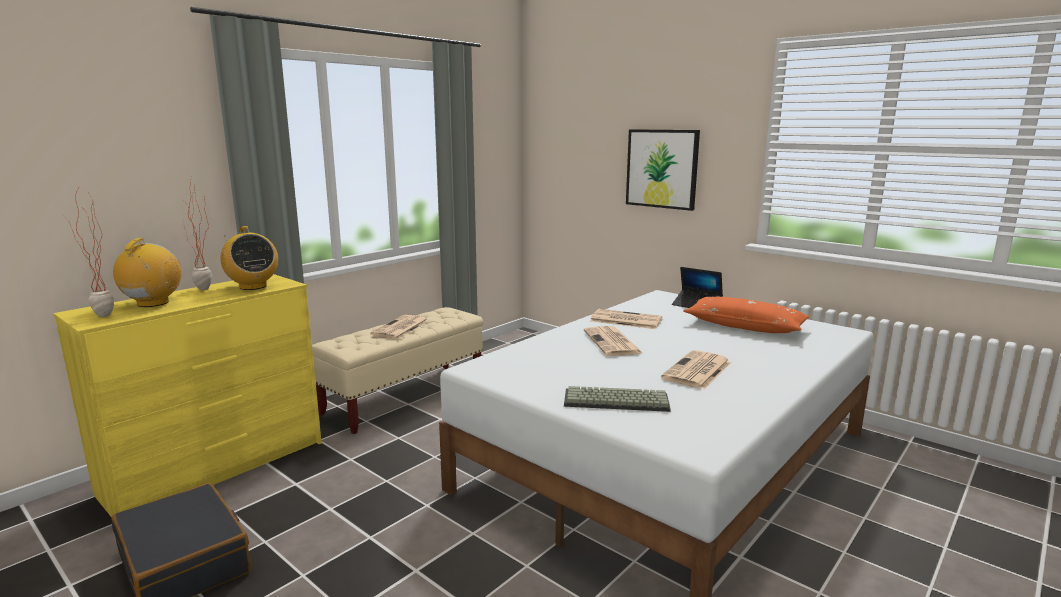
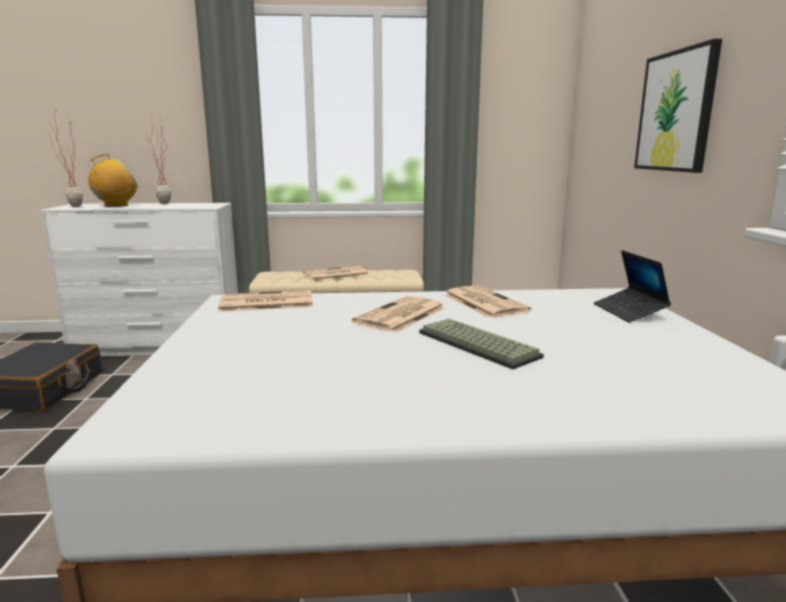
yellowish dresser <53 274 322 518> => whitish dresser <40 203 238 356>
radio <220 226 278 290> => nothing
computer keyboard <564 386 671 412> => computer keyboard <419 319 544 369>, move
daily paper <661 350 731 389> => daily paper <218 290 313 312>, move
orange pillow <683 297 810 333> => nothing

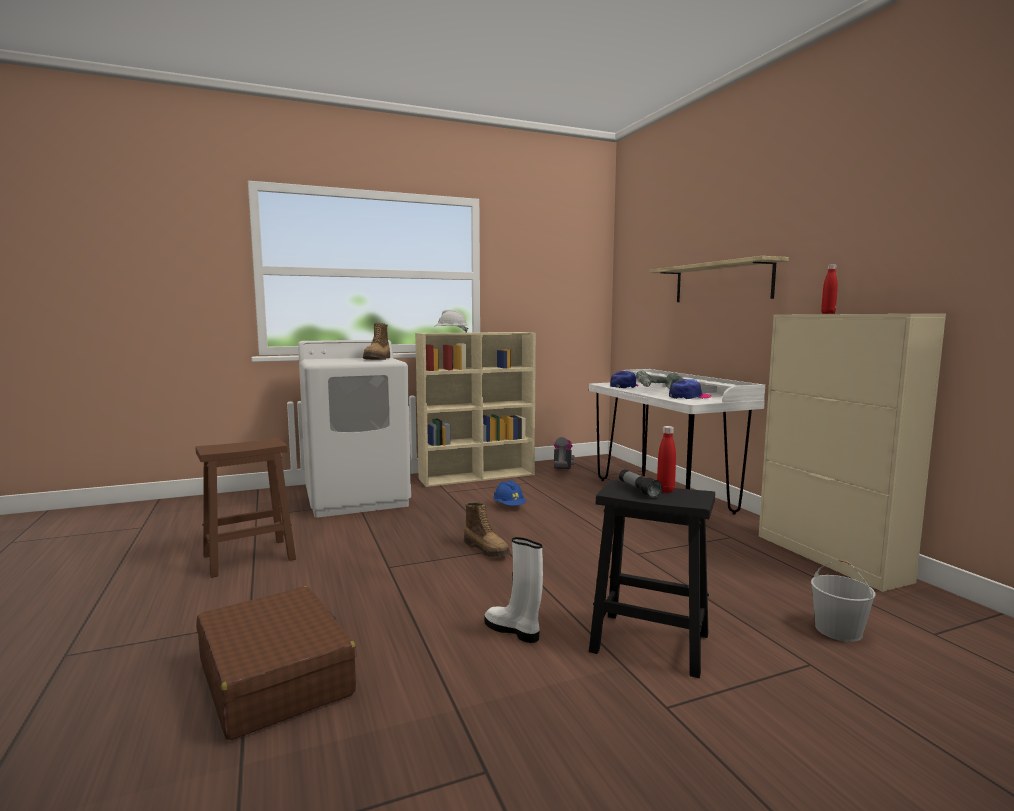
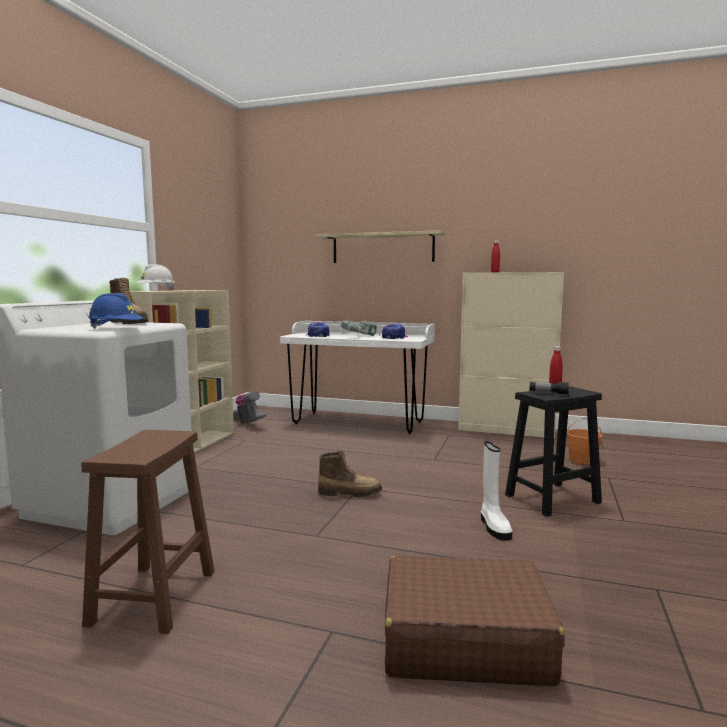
whitish high-top boot <485 537 543 643> => whitish high-top boot <481 442 512 541>, 90 degrees counterclockwise
blue safety helmet <493 481 526 506> => blue safety helmet <88 293 143 328>, move
whitish water bucket <811 560 875 642> => orange water bucket <567 417 602 464>

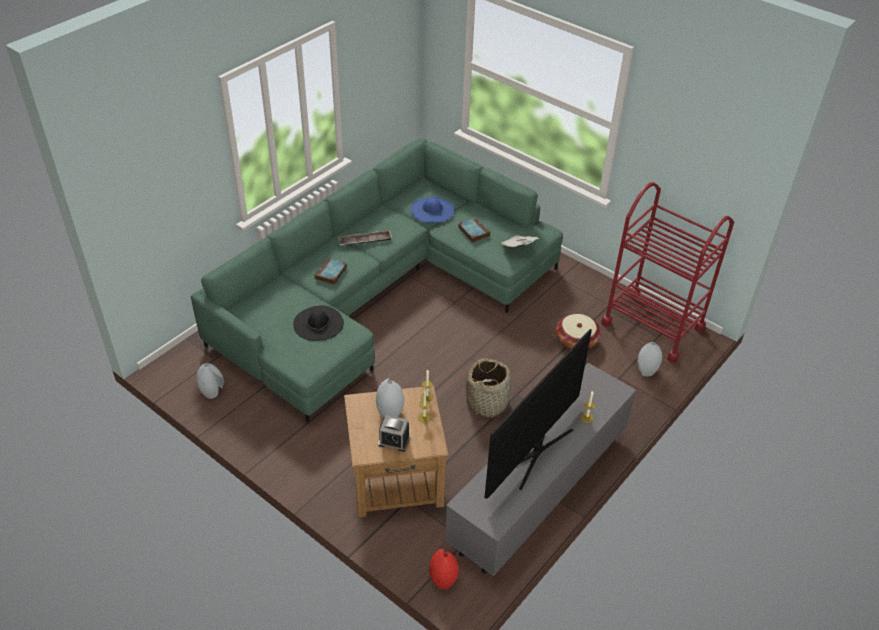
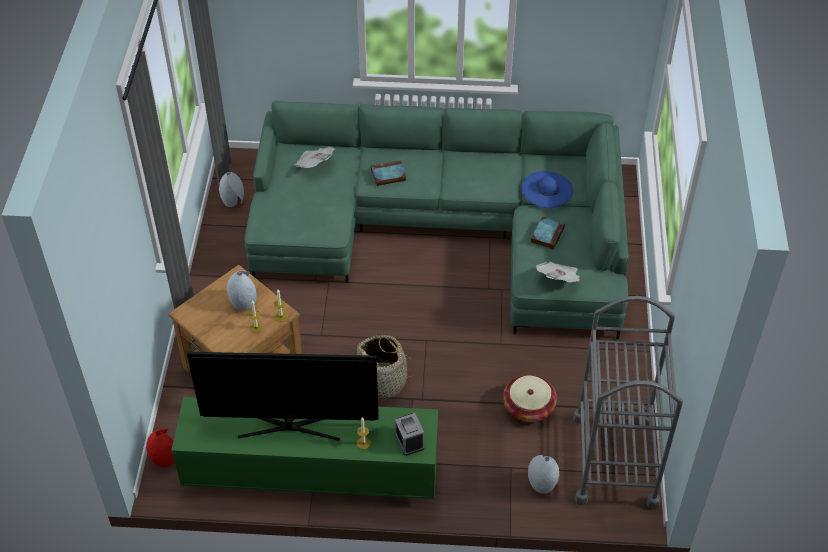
blackish hat <293 305 344 341> => nothing
serving tray <338 229 392 246> => nothing
bedside clock <378 415 410 452> => bedside clock <395 413 424 456>, move
gray media console <445 363 636 576> => green-coloured media console <171 397 438 499>
reddish cart <601 182 734 363> => gray cart <573 296 683 509>
nothing => daily paper <294 147 335 168>

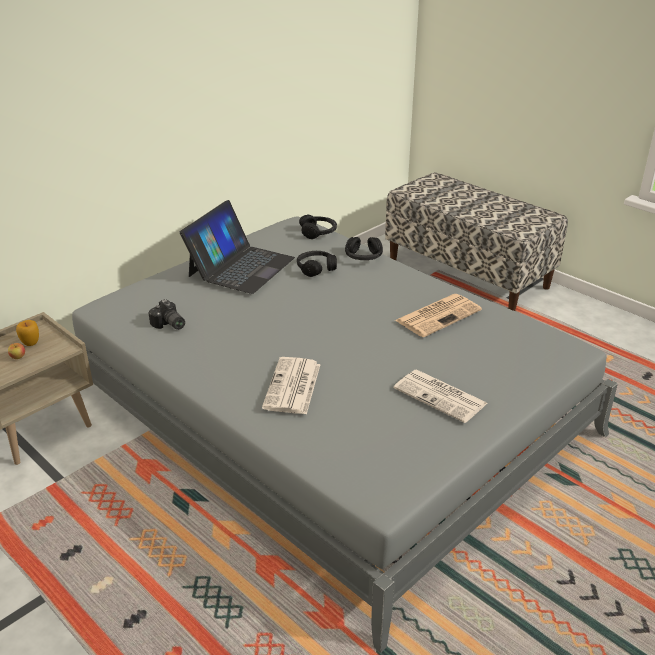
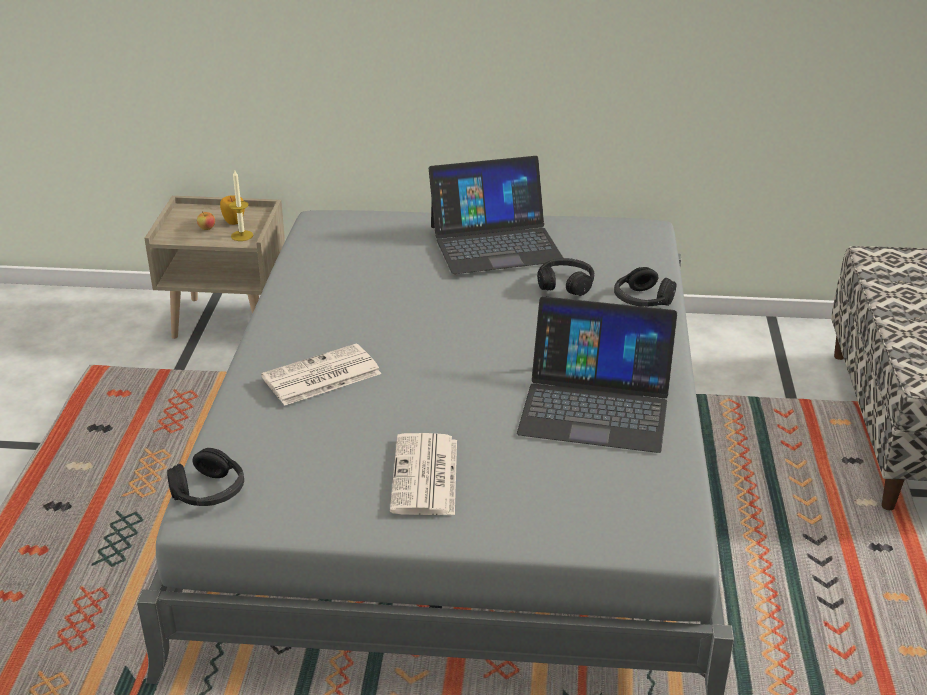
photo camera <148 299 185 330> => nothing
blackish headset <299 214 337 239> => blackish headset <167 448 244 506>, move
daily paper <395 294 482 337> => portable computer <517 296 677 453>
nothing => candle <229 170 253 241>

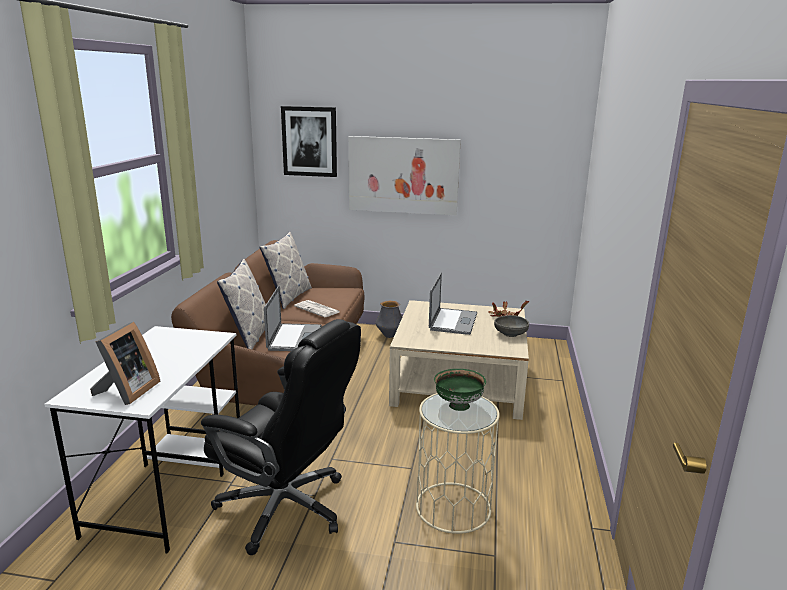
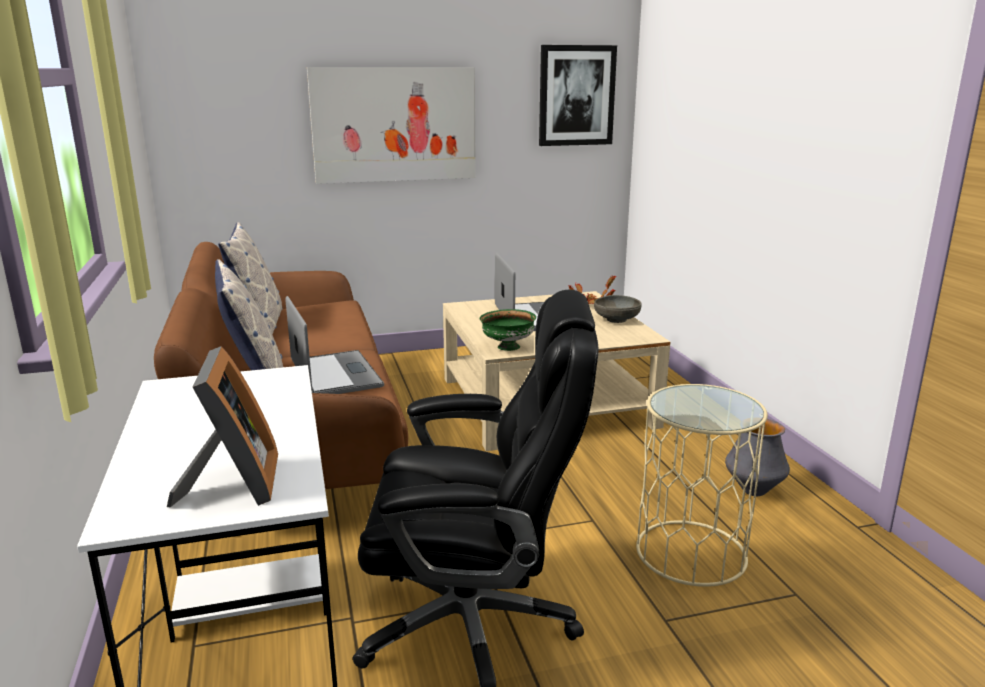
wall picture <281 106 337 177> => wall picture <539 45 617 146>, move
daily paper <294 300 339 317> => nothing
vase <375 301 402 338> => vase <725 419 790 496>, move
green-coloured deep dish <434 369 486 411> => green-coloured deep dish <480 309 536 351>, move

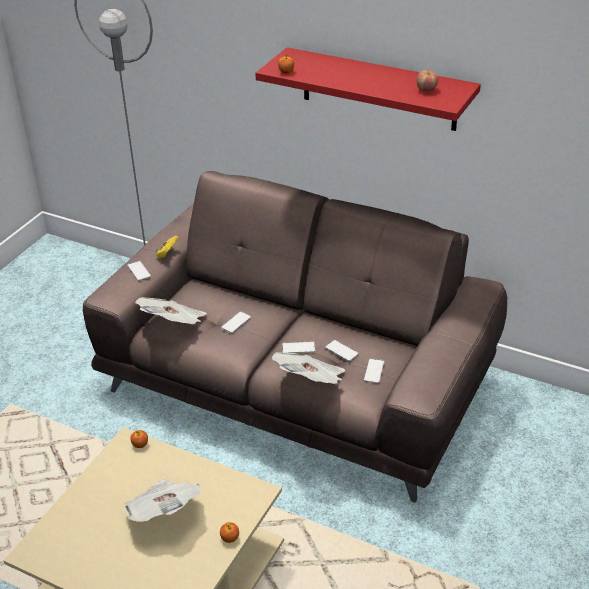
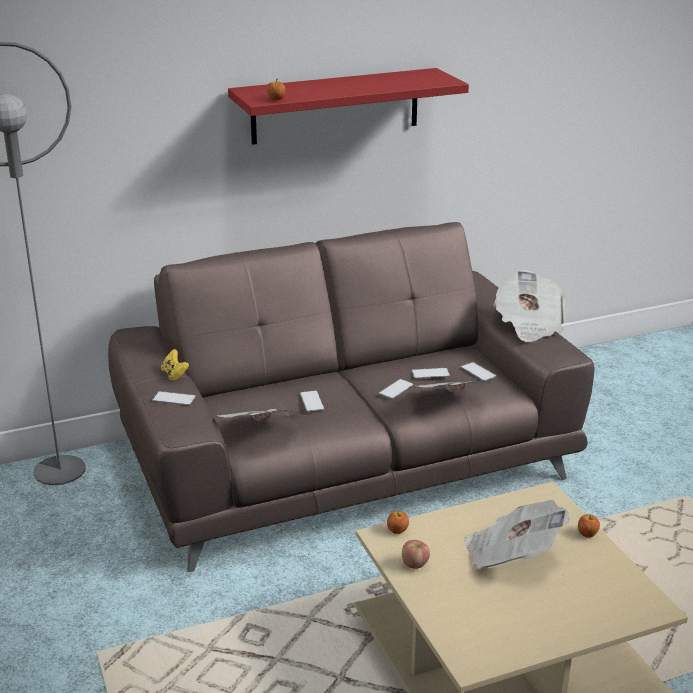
apple <417 70 439 92> => apple <402 540 430 569>, move
nothing => daily paper <494 270 565 342>

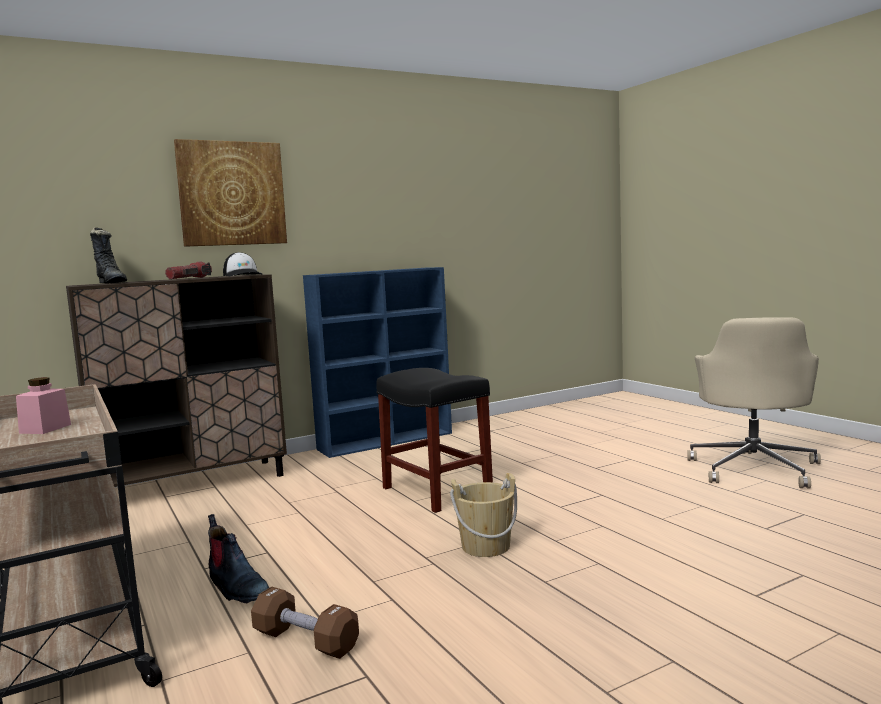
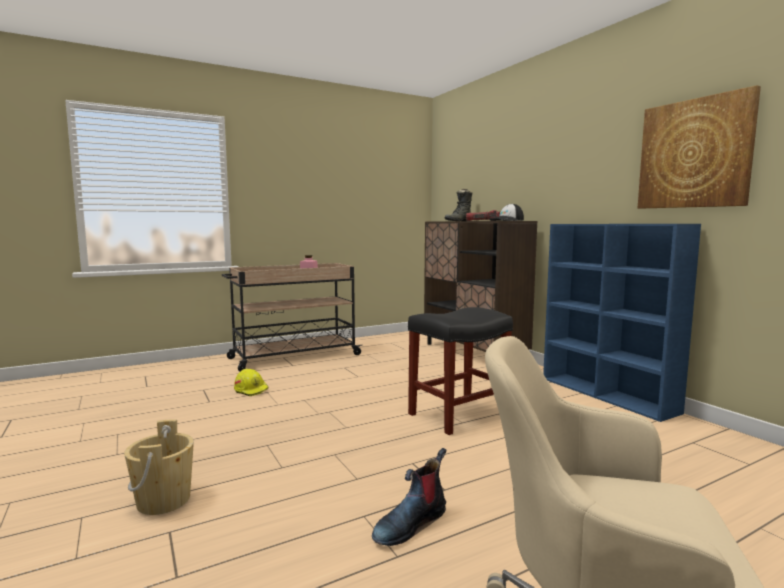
wall picture <174 139 287 247> => wall picture <638 85 761 208>, move
high-top boot <208 514 269 603> => high-top boot <372 448 446 546>, move
brownish free weight <251 587 359 659> => yellowish safety helmet <234 369 269 396>
beige water bucket <450 473 517 557> => beige water bucket <124 419 194 515>, move

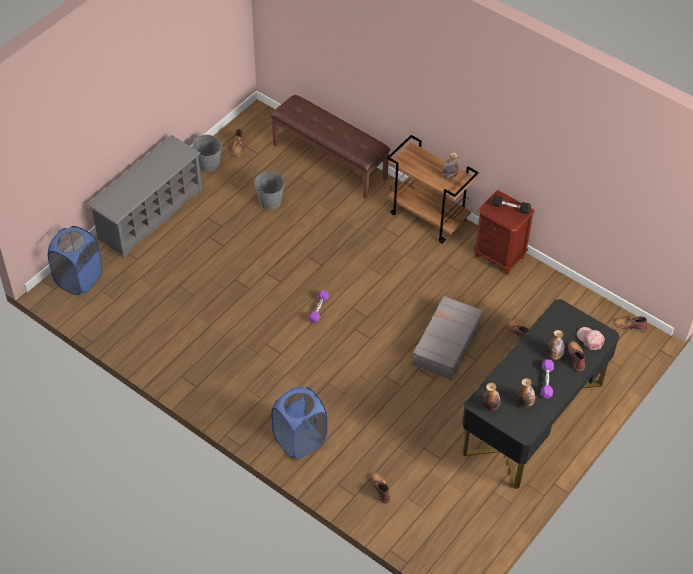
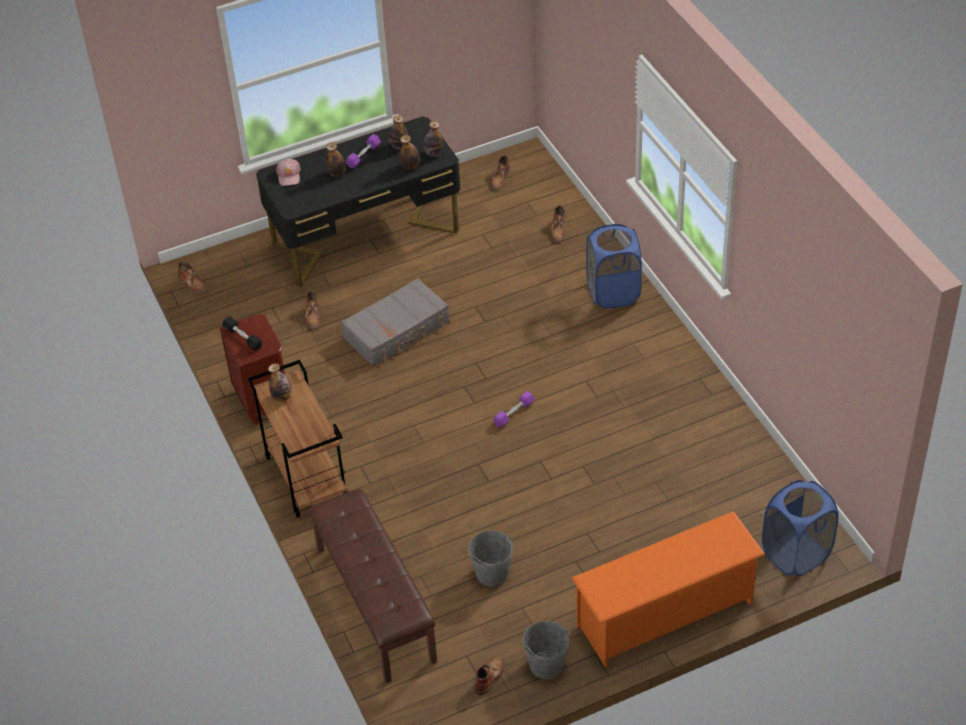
gray shoe shelf <86 135 202 258> => orange shoe shelf <572 511 765 667>
brownish high-top boot <568 341 585 372> => brownish high-top boot <490 155 510 190>, move
nothing => beverage bottle <400 135 420 170>

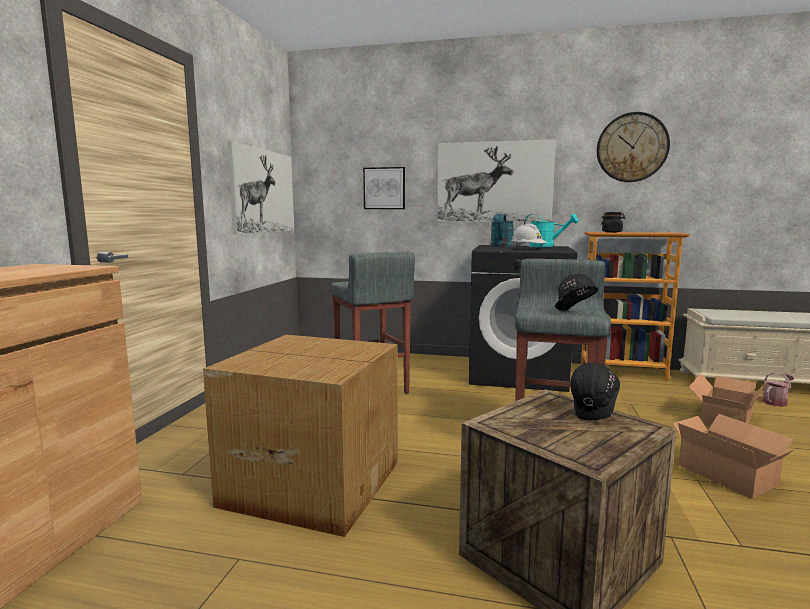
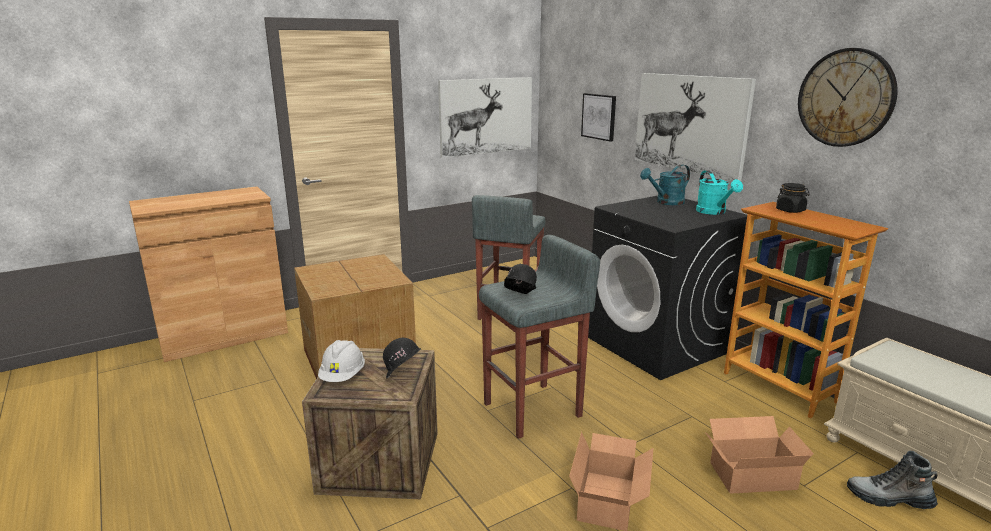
whitish safety helmet <511 224 546 248> => whitish safety helmet <318 340 365 382>, move
watering can <762 372 794 407> => high-top boot <847 450 938 509>

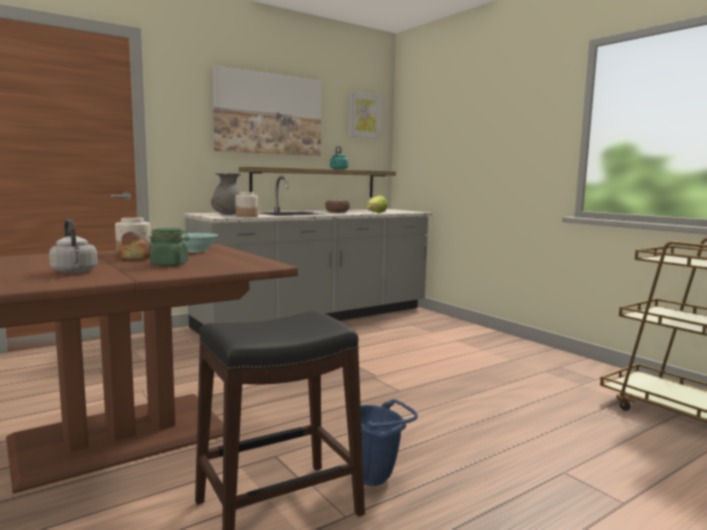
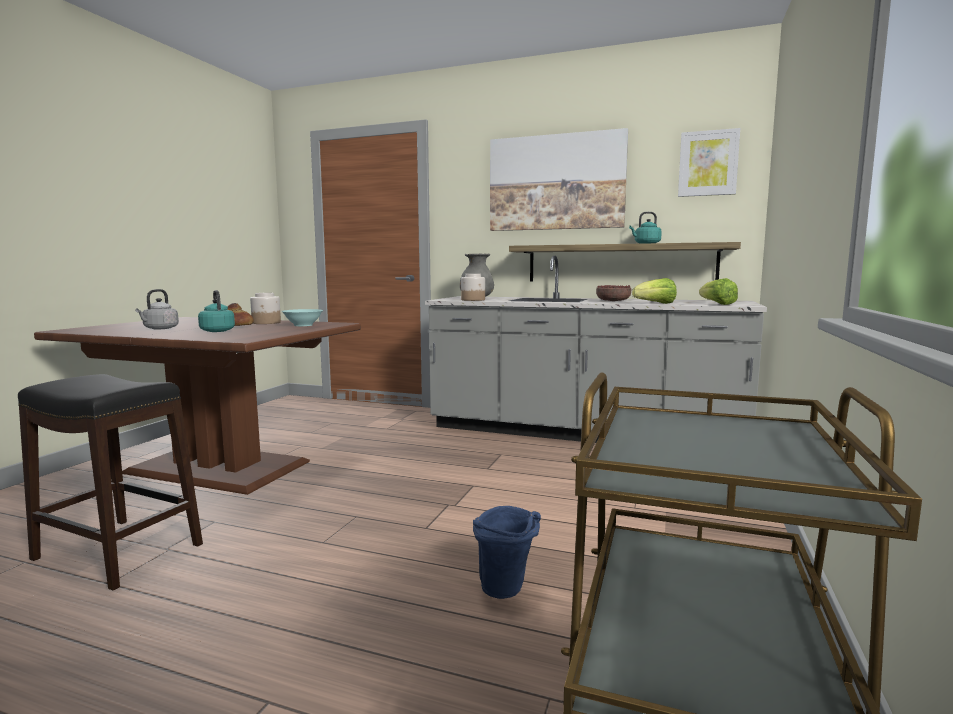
green-coloured preserve jar <149 228 190 266> => turquoise water kettle <198 290 235 332>
blue water bucket <361 399 418 486> => blue water bucket <473 506 541 599>, move
nothing => head of lettuce <699 278 738 305>

